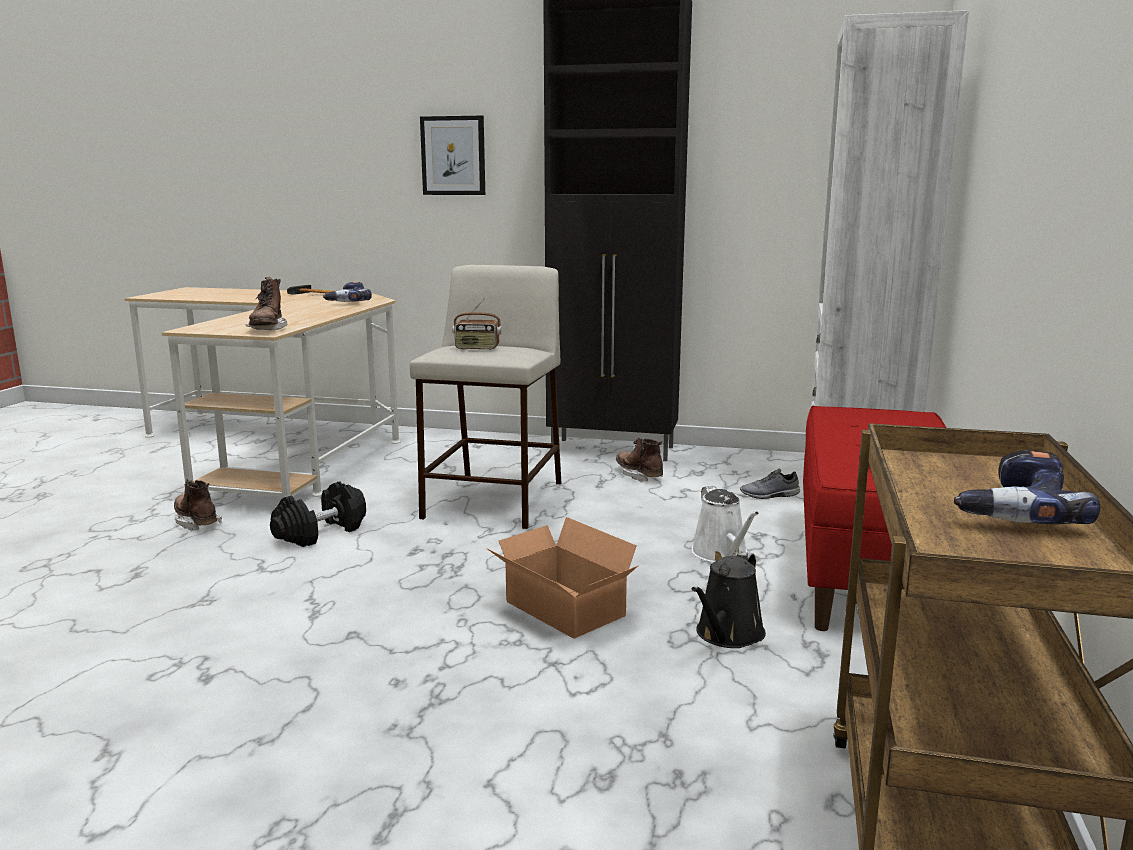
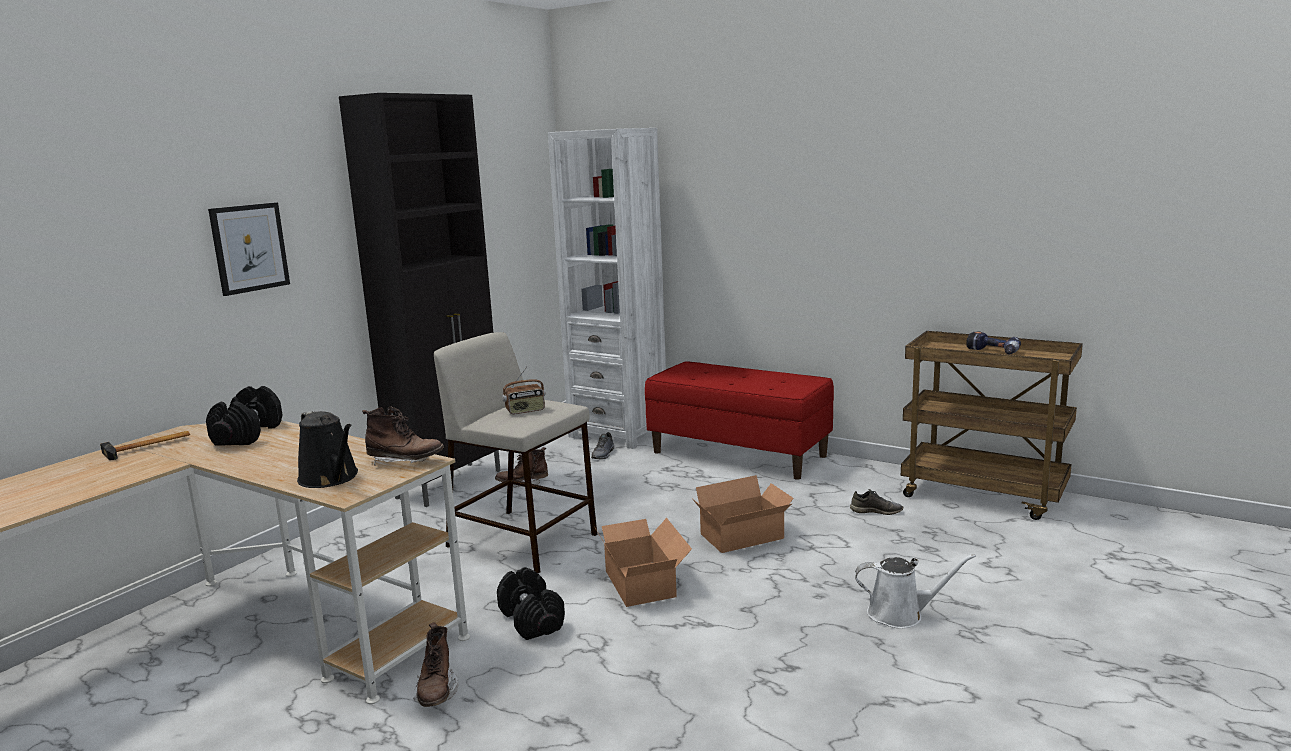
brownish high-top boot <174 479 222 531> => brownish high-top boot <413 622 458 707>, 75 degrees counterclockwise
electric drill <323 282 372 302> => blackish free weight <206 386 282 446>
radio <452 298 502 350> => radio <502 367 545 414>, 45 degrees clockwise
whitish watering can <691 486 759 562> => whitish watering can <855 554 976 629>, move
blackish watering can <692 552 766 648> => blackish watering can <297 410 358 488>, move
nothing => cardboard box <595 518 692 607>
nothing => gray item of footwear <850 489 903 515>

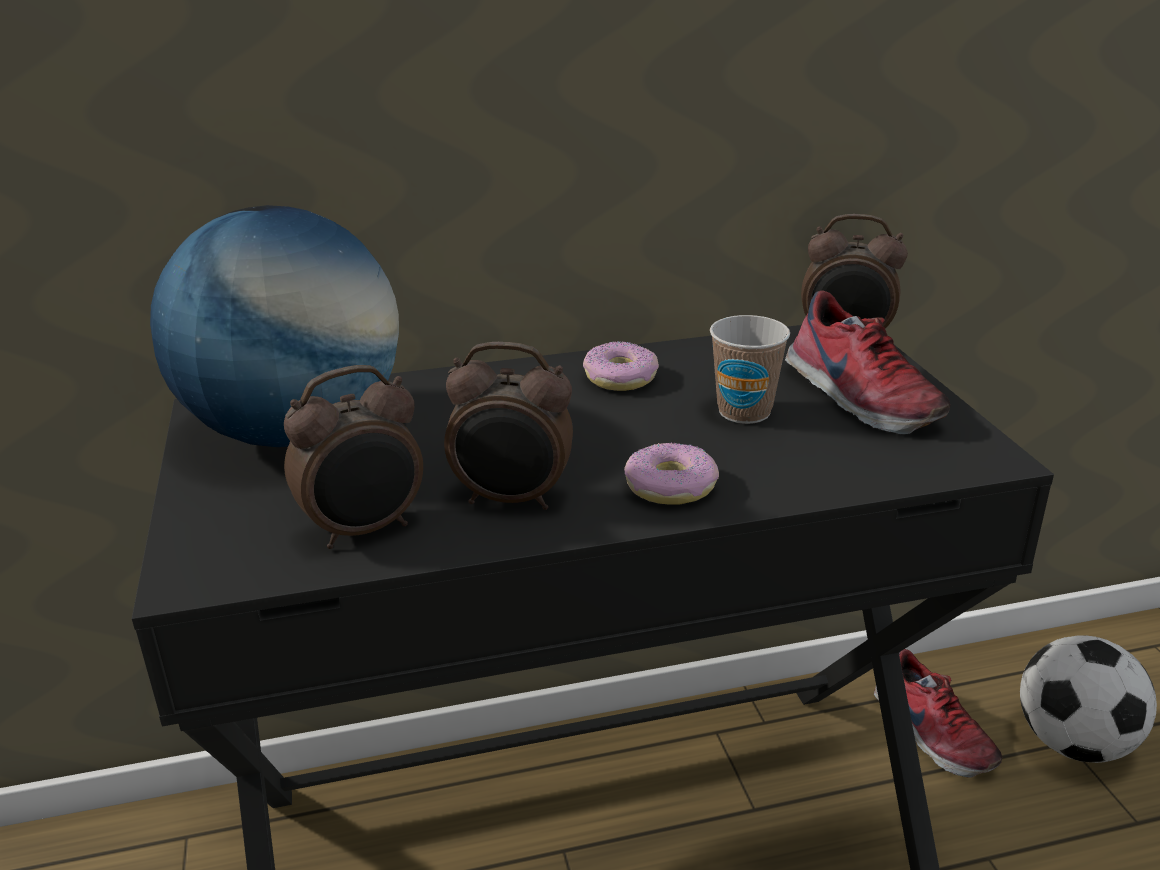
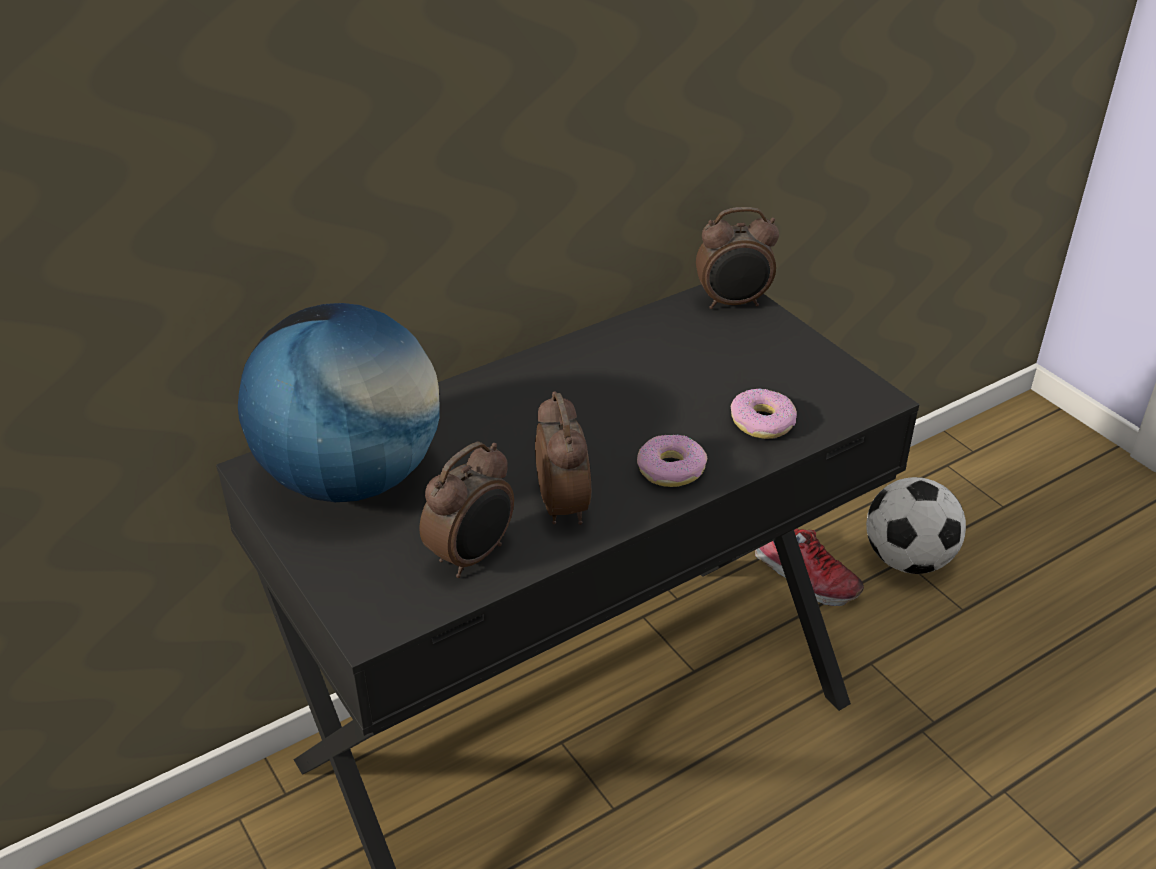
bedside clock <444 342 573 510> => bedside clock <535 391 591 525>, 90 degrees counterclockwise
doughnut <583 341 659 391> => doughnut <731 388 797 439>, move
drinking cup <710 315 790 424> => nothing
item of footwear <785 291 950 435> => nothing

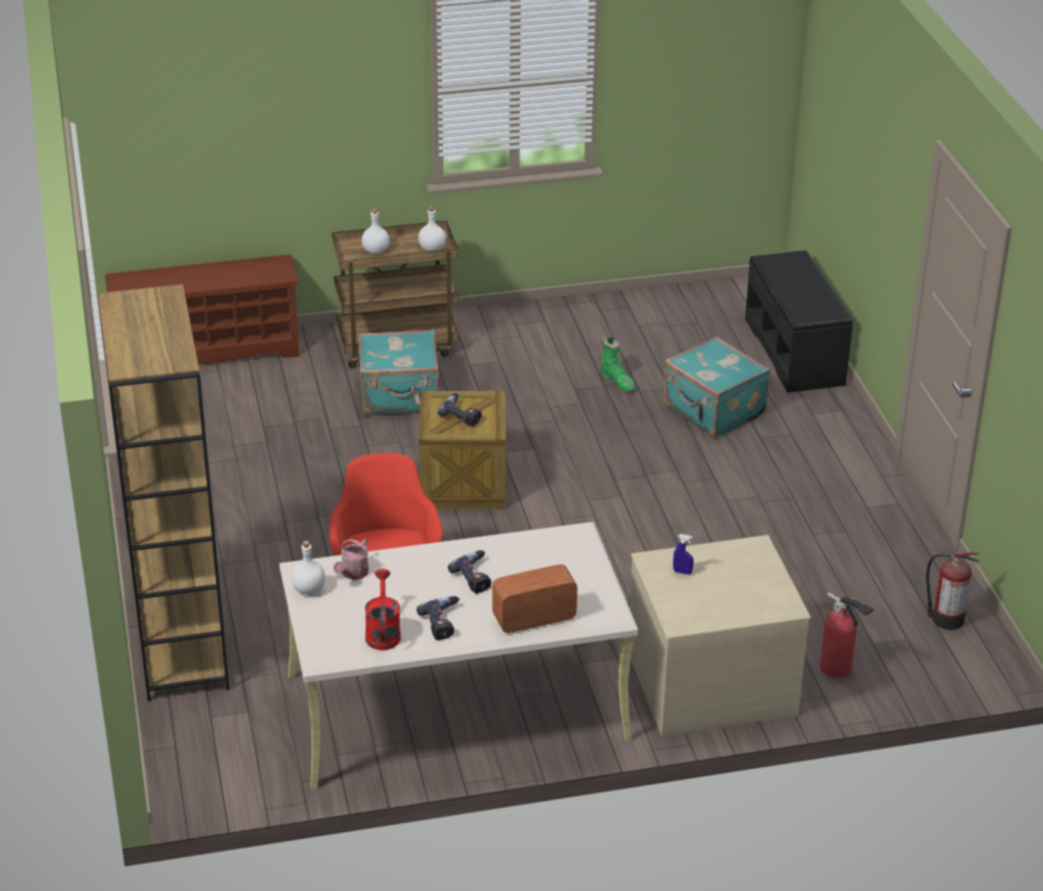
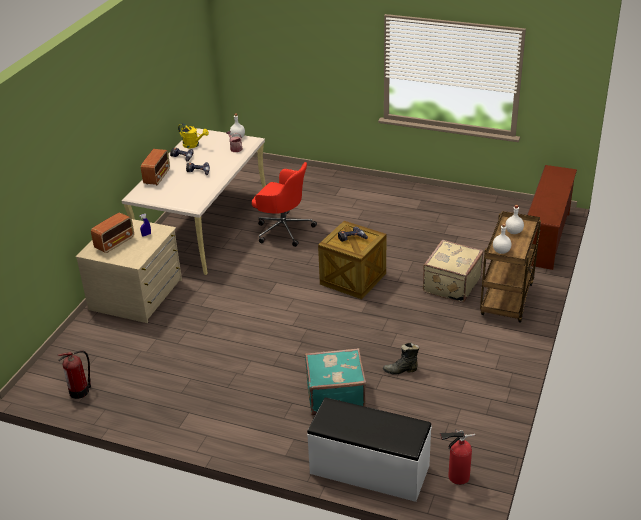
brownish bookshelf <97 284 230 701> => nothing
turquoise suitcase <358 329 439 415> => beige suitcase <423 240 484 303>
reddish watering can <365 569 401 650> => yellowish watering can <178 123 209 148>
green-coloured high-top boot <601 336 636 391> => blackish high-top boot <383 342 419 375>
blackish bench <745 250 853 393> => whitish bench <307 398 432 502>
fire-fighting cylinder <820 593 874 678> => fire-fighting cylinder <440 429 475 485>, move
nothing => radio <91 212 134 253>

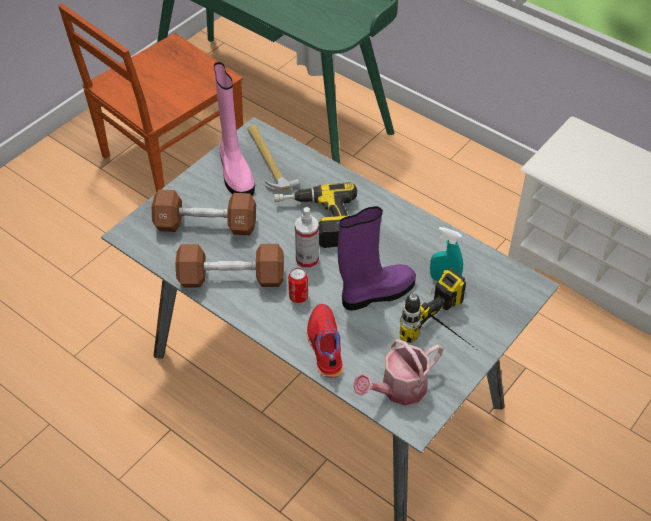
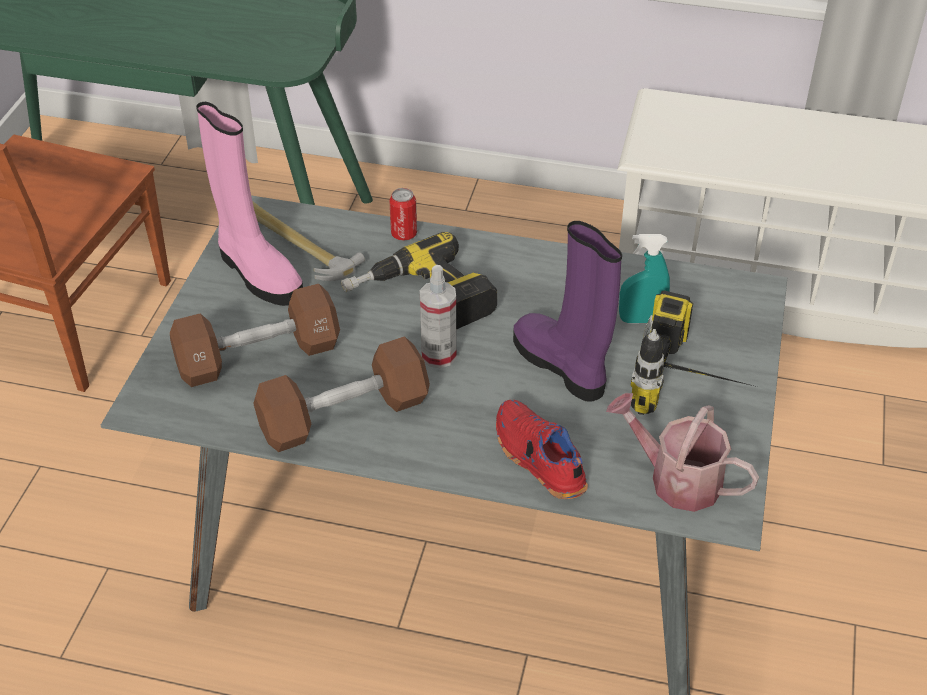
sealed can <288 267 308 303> => sealed can <389 188 417 241>, move
purplish high-top boot <338 206 416 310> => purplish high-top boot <513 221 622 401>, 75 degrees counterclockwise
watering can <353 339 443 405> => watering can <606 393 759 512>, 90 degrees clockwise

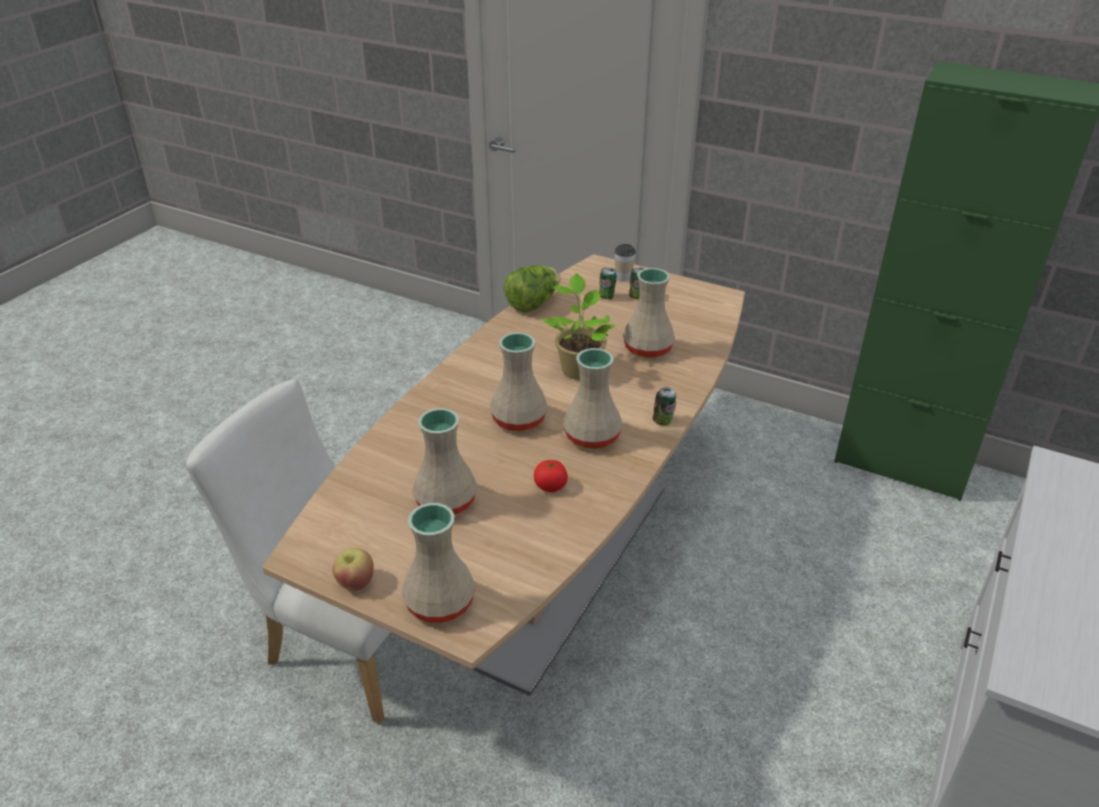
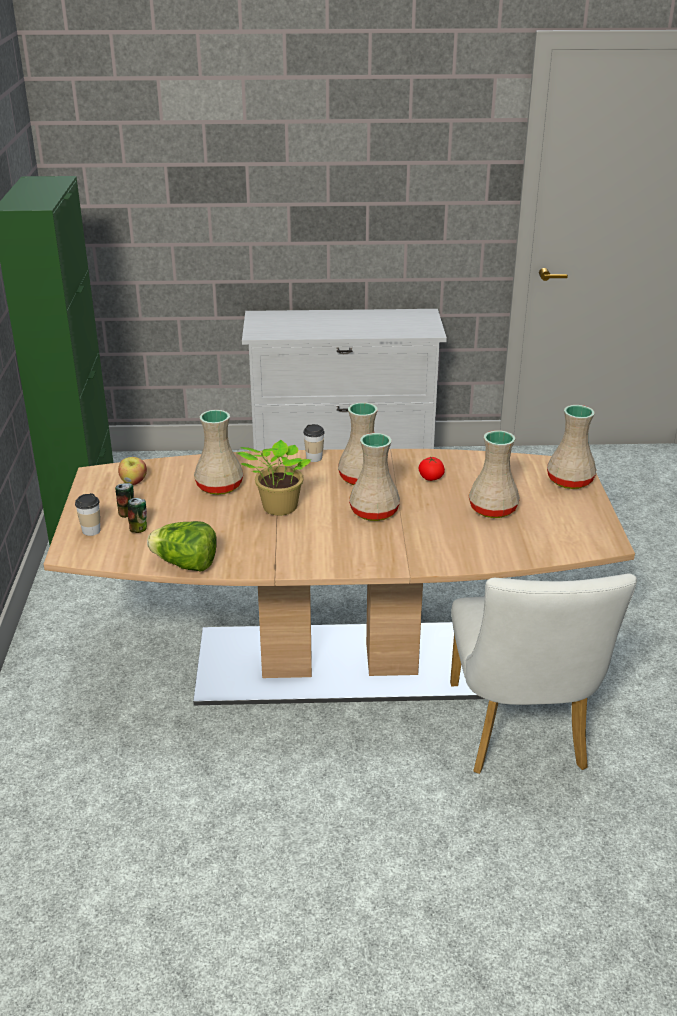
apple <332 548 374 591> => apple <118 457 147 485>, move
sealed can <653 387 676 426> => drinking cup <303 424 325 462>

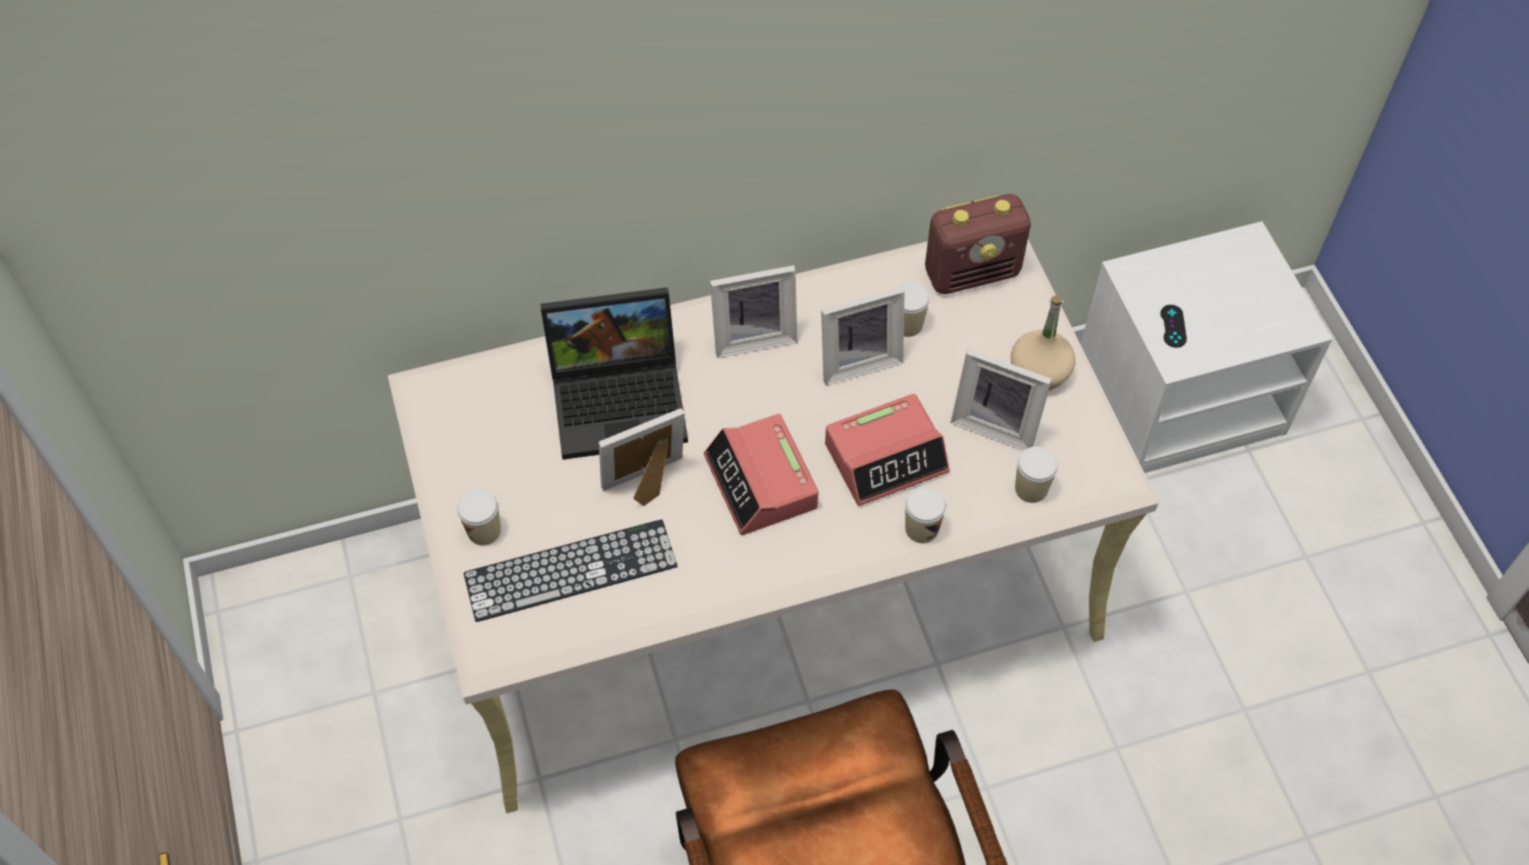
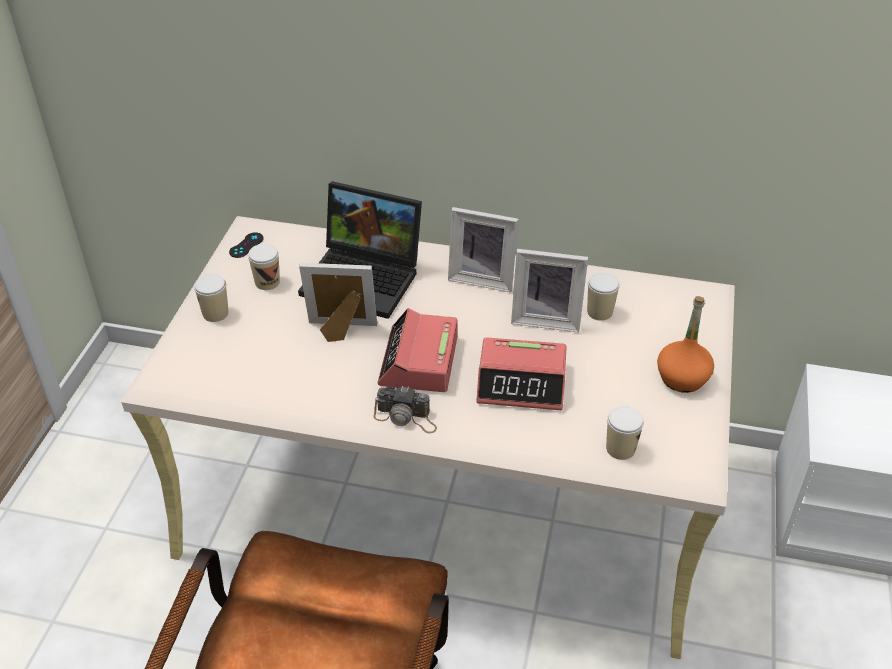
computer keyboard <464 520 678 622> => nothing
drinking cup <905 486 947 543> => drinking cup <248 244 280 290>, move
radio <925 194 1031 294> => nothing
standing frame <951 348 1052 451> => nothing
beige beverage bottle <1011 295 1076 390> => orange beverage bottle <657 296 714 393>
blackish gamepad <1160 305 1187 348> => blackish gamepad <229 232 264 258>, move
nothing => photo camera <374 386 437 433>

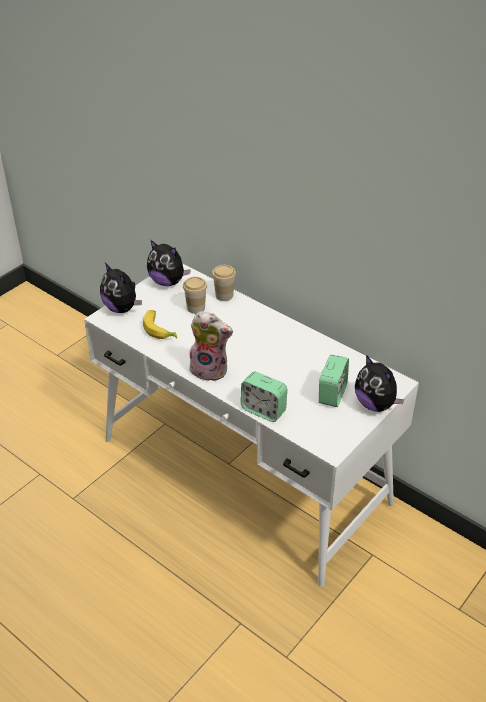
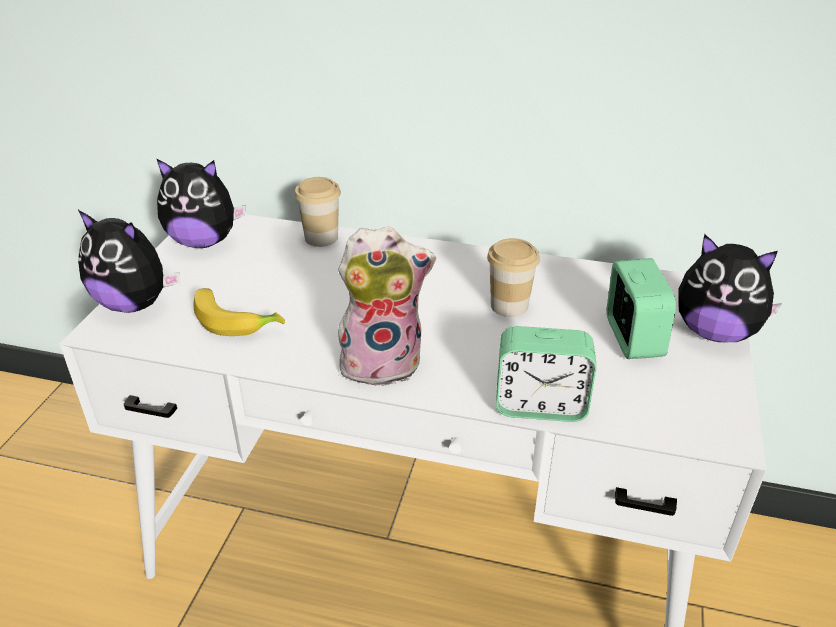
drinking cup <183 277 207 314> => drinking cup <487 238 540 317>, move

